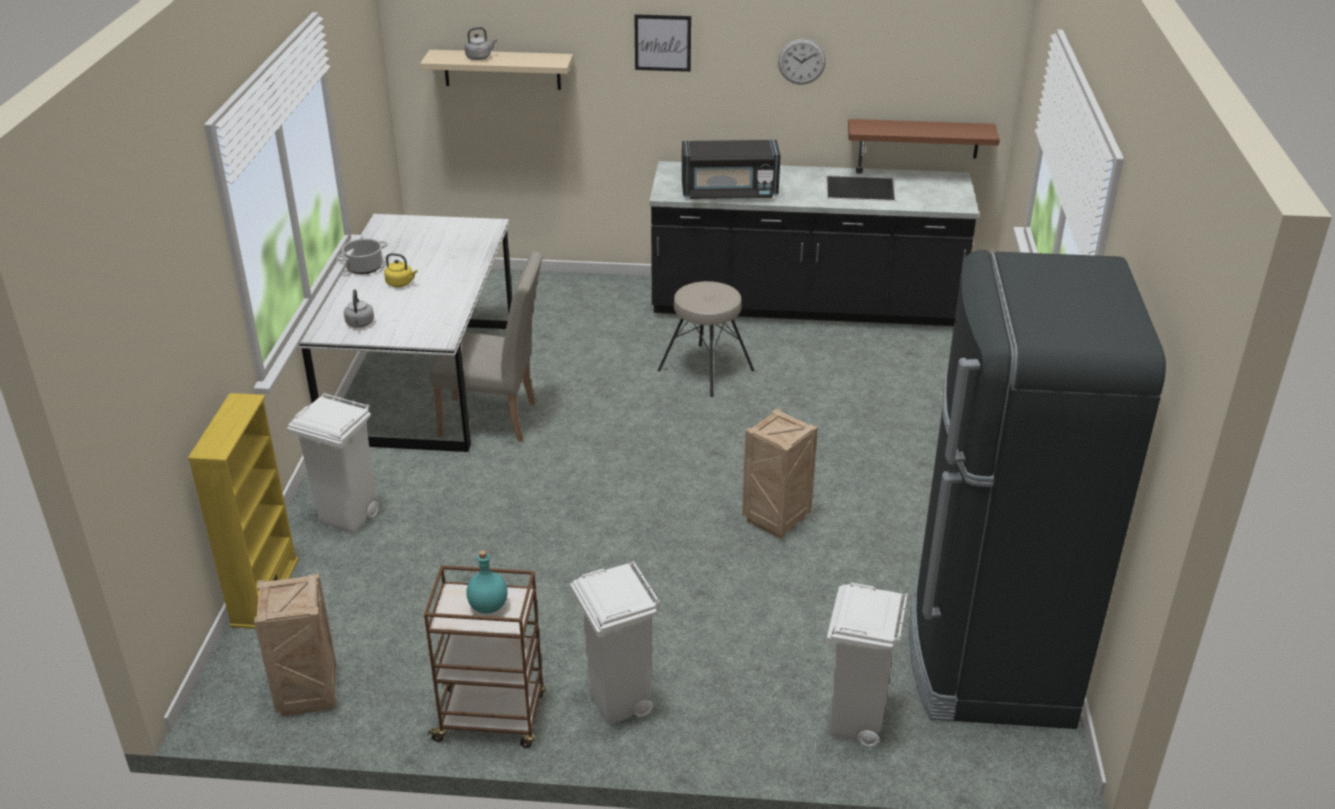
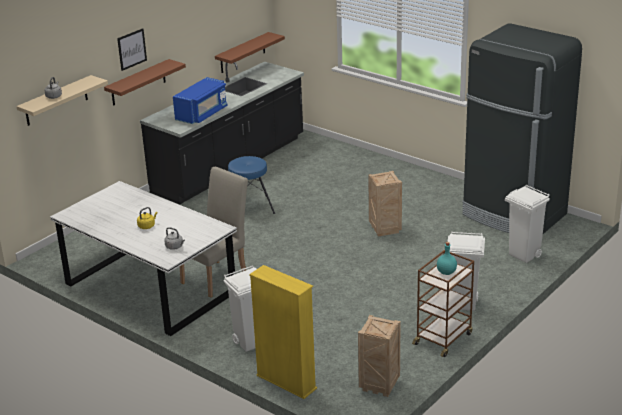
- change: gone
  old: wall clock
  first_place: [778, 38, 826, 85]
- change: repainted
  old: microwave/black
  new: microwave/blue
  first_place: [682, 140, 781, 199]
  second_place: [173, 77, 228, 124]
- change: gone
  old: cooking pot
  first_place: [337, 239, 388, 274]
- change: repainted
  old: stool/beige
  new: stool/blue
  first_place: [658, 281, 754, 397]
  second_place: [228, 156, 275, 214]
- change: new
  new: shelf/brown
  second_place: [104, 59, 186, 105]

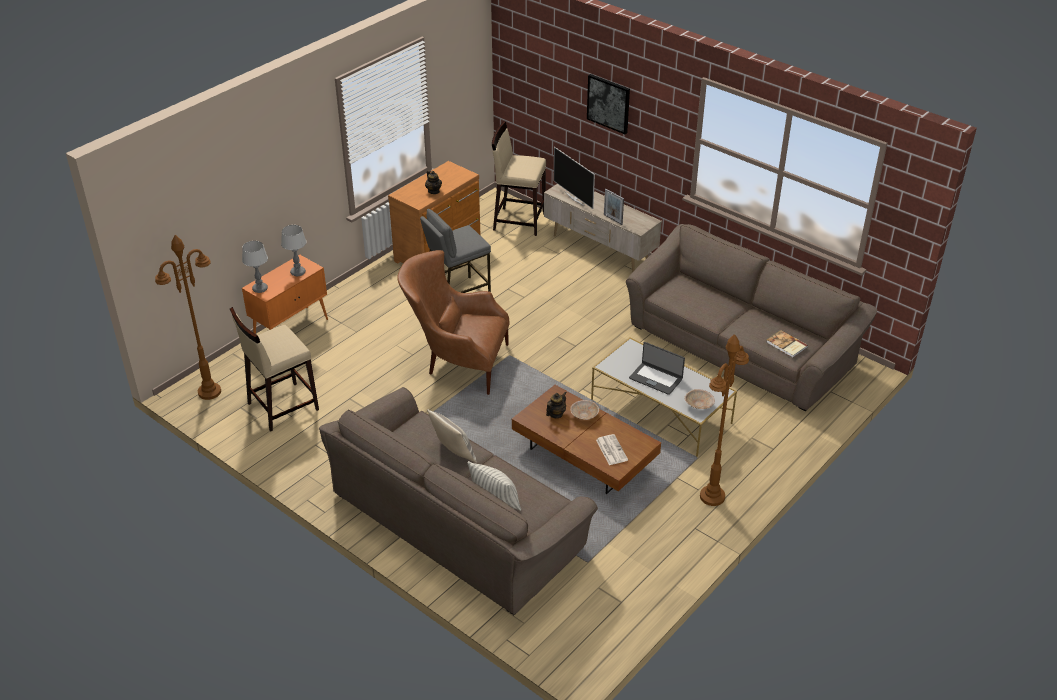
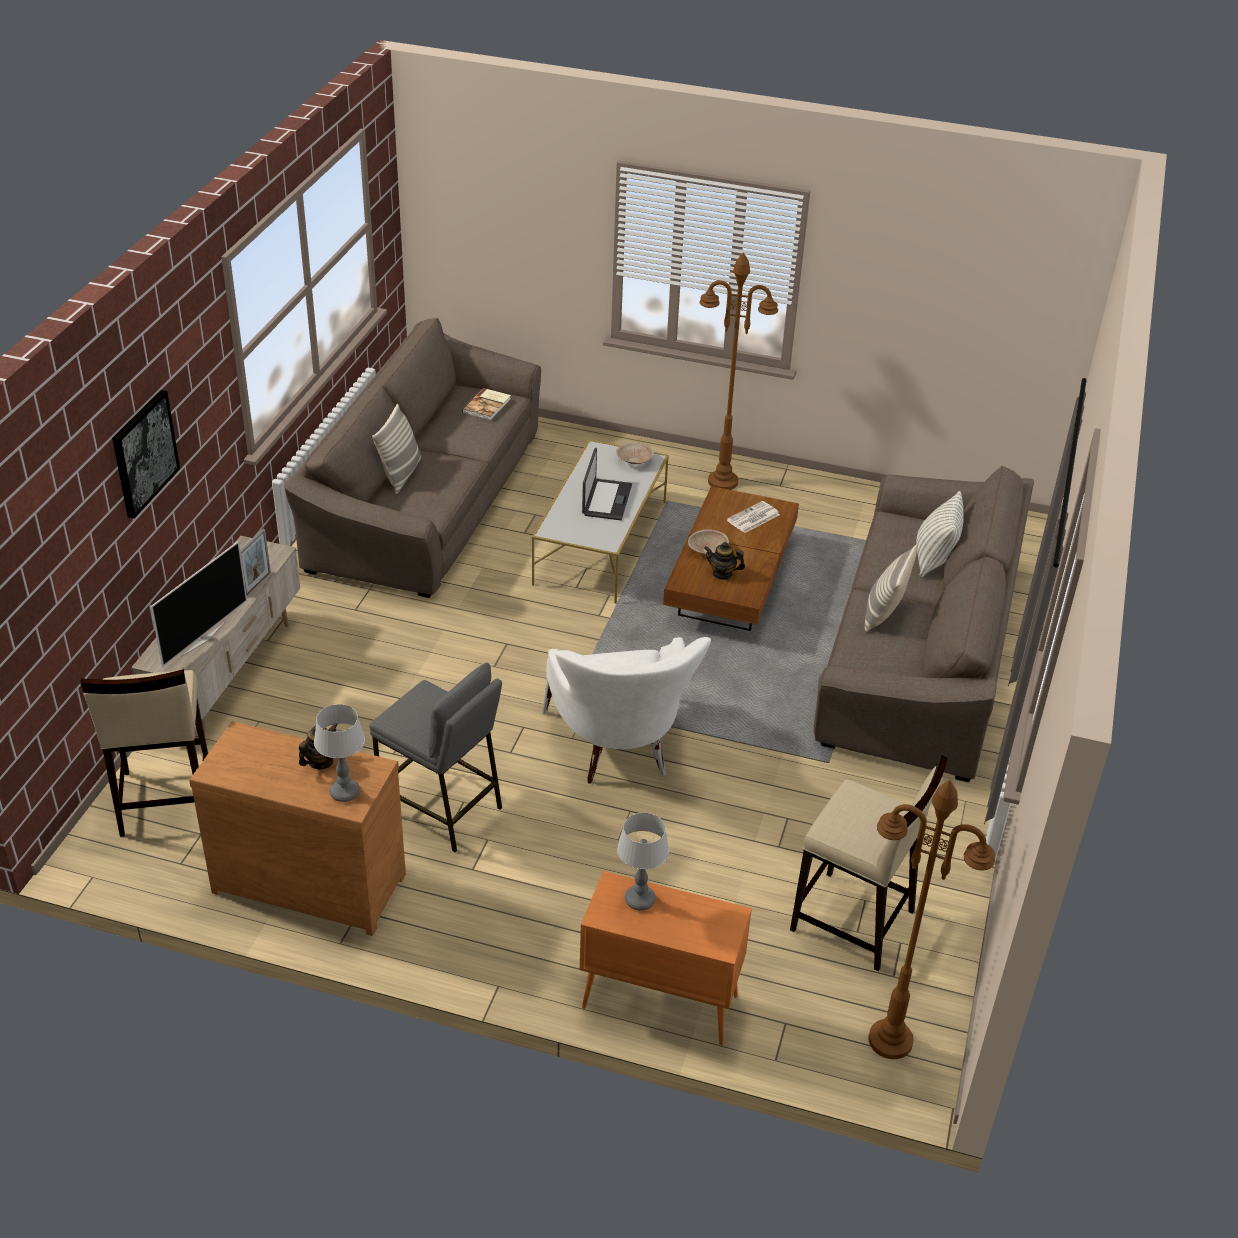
- change: shifted
  old: table lamp
  first_place: [242, 241, 268, 293]
  second_place: [314, 704, 365, 802]
- change: repainted
  old: armchair/brown
  new: armchair/white
  first_place: [397, 250, 510, 395]
  second_place: [542, 637, 711, 784]
- change: new
  new: pillow
  second_place: [372, 404, 421, 494]

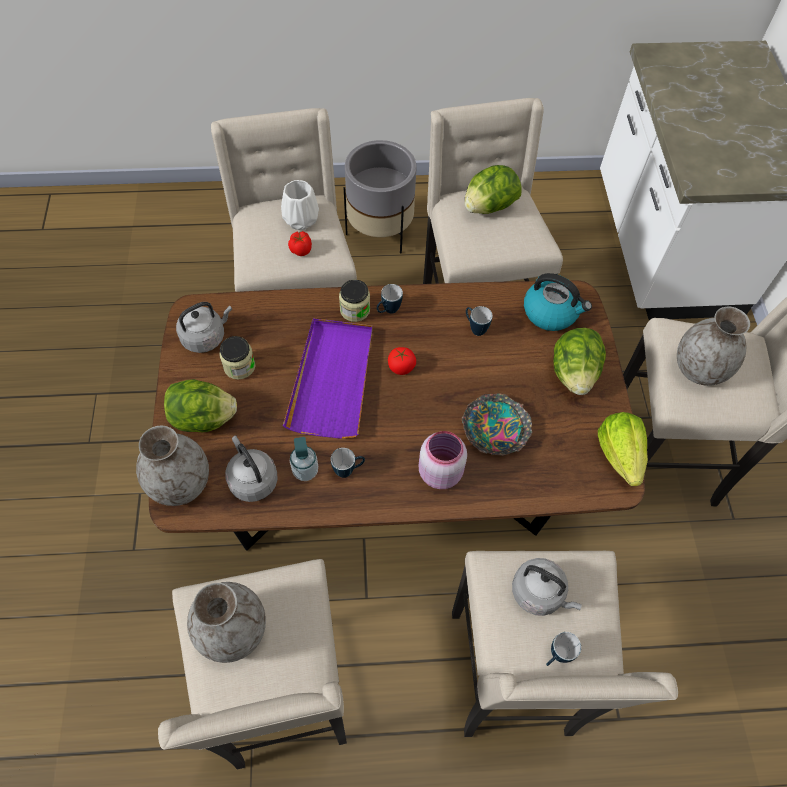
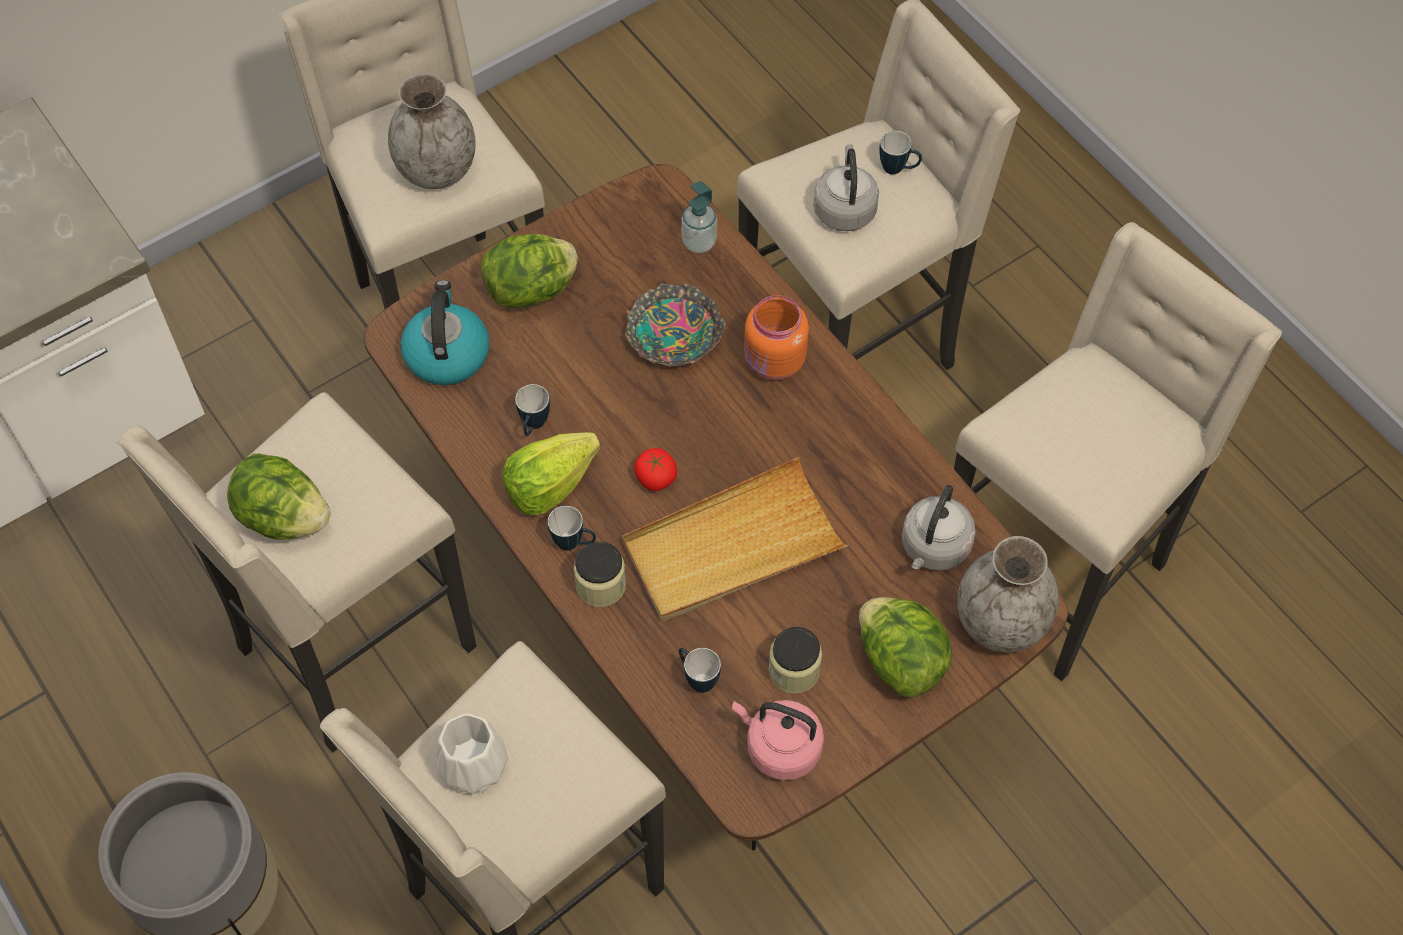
- change: gone
  old: tomato
  first_place: [288, 231, 312, 256]
- change: repainted
  old: kettle/grey
  new: kettle/pink
  first_place: [176, 302, 232, 353]
  second_place: [732, 700, 824, 780]
- change: repainted
  old: tray/purple
  new: tray/beige
  first_place: [283, 319, 372, 439]
  second_place: [622, 457, 848, 621]
- change: shifted
  old: lettuce
  first_place: [598, 412, 648, 486]
  second_place: [502, 432, 600, 516]
- change: repainted
  old: jar/pink
  new: jar/orange
  first_place: [419, 431, 467, 489]
  second_place: [744, 295, 809, 380]
- change: shifted
  old: soap dispenser
  first_place: [290, 437, 318, 481]
  second_place: [681, 181, 717, 253]
- change: shifted
  old: mug
  first_place: [331, 448, 365, 478]
  second_place: [679, 648, 721, 693]
- change: gone
  old: vase/grey
  first_place: [187, 582, 266, 663]

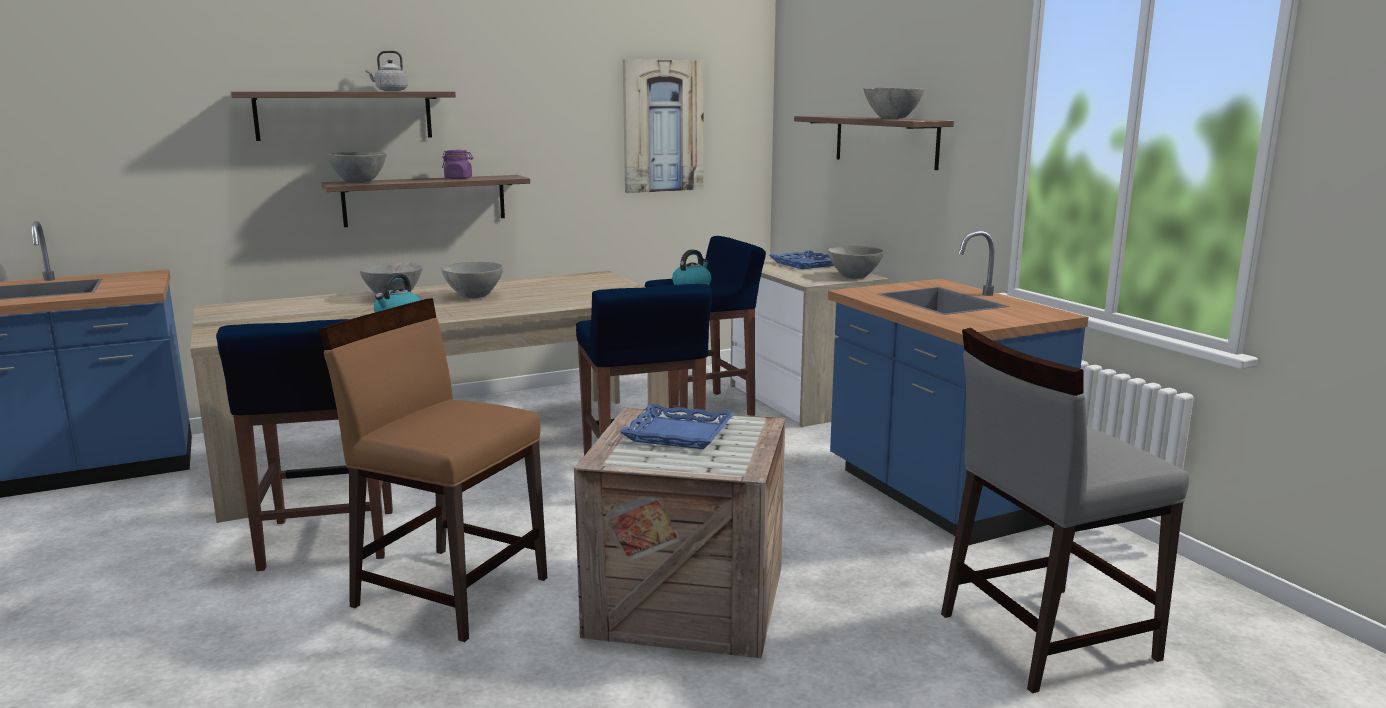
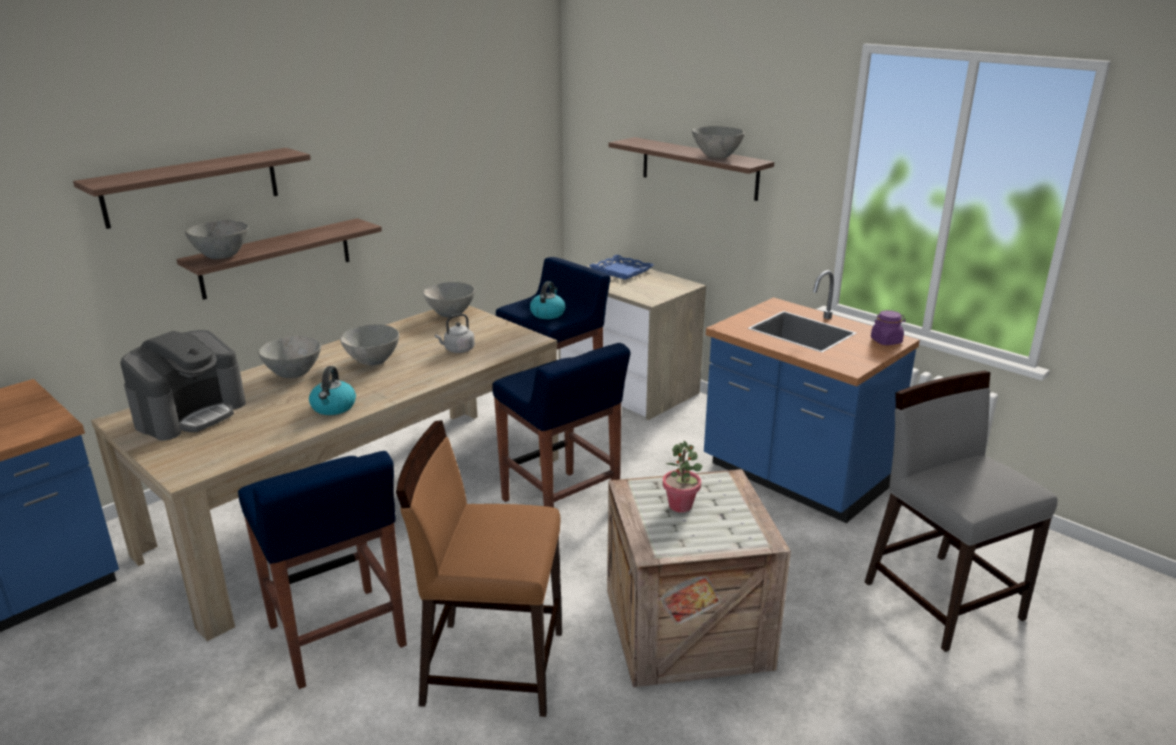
- change: shifted
  old: kettle/grey
  first_place: [365, 50, 408, 91]
  second_place: [435, 314, 475, 353]
- change: gone
  old: picture
  first_place: [623, 59, 704, 193]
- change: shifted
  old: jar/purple
  first_place: [442, 150, 473, 179]
  second_place: [871, 310, 906, 345]
- change: shifted
  old: bowl/grey
  first_place: [828, 246, 884, 278]
  second_place: [423, 282, 475, 317]
- change: rotated
  old: chair/grey
  first_place: [941, 328, 1189, 693]
  second_place: [865, 370, 1058, 652]
  degrees: 105
- change: swapped
  old: tray/blue
  new: potted plant
  first_place: [620, 404, 735, 449]
  second_place: [663, 441, 702, 513]
- change: new
  new: coffee machine
  second_place: [120, 330, 246, 440]

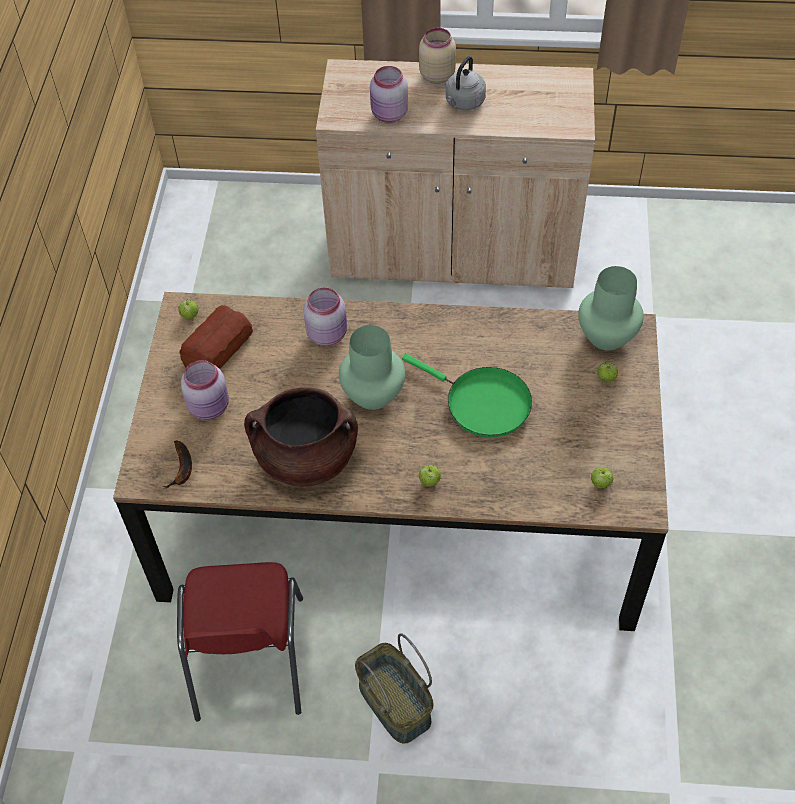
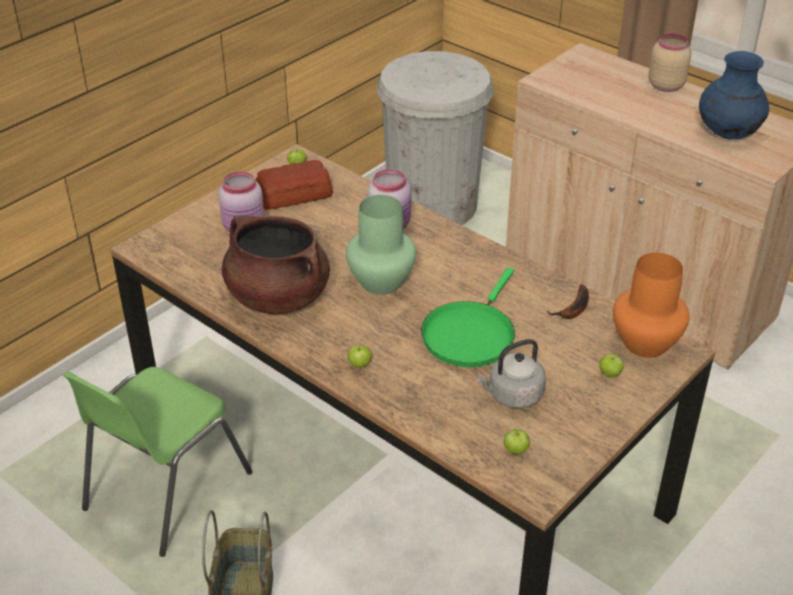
- change: shifted
  old: kettle/grey
  first_place: [446, 56, 486, 110]
  second_place: [476, 339, 546, 408]
- change: gone
  old: jar/pink
  first_place: [370, 66, 408, 123]
- change: repainted
  old: vase/green
  new: vase/orange
  first_place: [578, 266, 644, 350]
  second_place: [613, 253, 690, 358]
- change: rotated
  old: frying pan/green
  first_place: [402, 354, 532, 438]
  second_place: [421, 267, 515, 367]
  degrees: 45
- change: shifted
  old: banana
  first_place: [163, 440, 192, 488]
  second_place: [547, 284, 589, 319]
- change: repainted
  old: chair/red
  new: chair/green
  first_place: [177, 562, 303, 722]
  second_place: [63, 367, 253, 557]
- change: new
  new: trash can/white
  second_place: [377, 51, 494, 225]
- change: new
  new: vase/blue
  second_place: [699, 51, 769, 139]

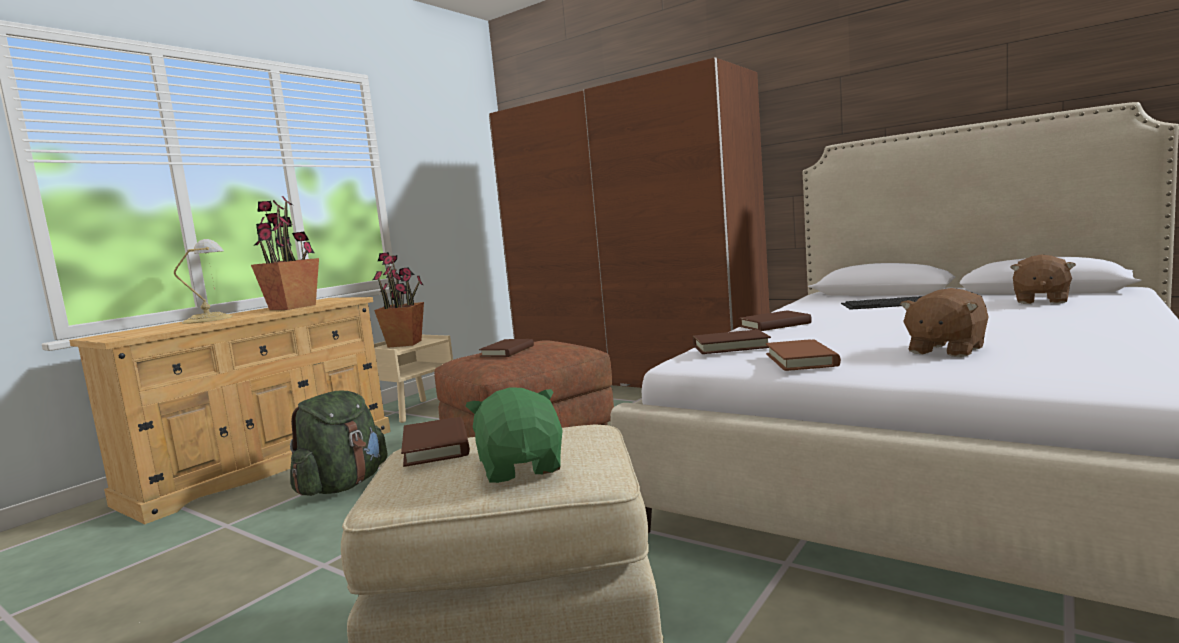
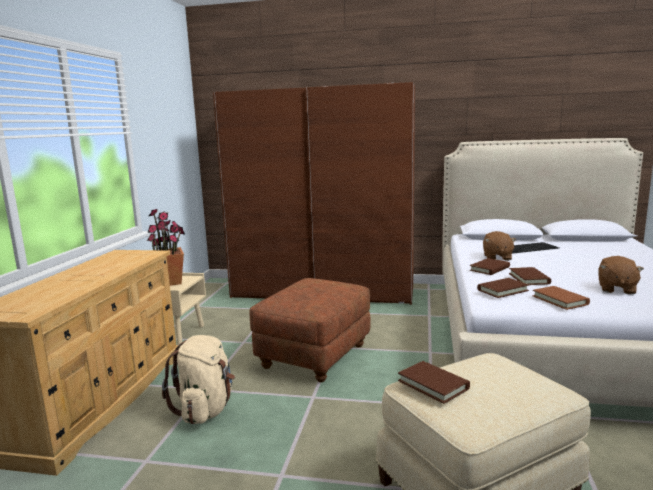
- change: gone
  old: potted plant
  first_place: [251, 196, 319, 310]
- change: gone
  old: table lamp
  first_place: [174, 239, 233, 324]
- change: shifted
  old: plush toy/brown
  first_place: [1010, 255, 1076, 304]
  second_place: [483, 231, 516, 261]
- change: shifted
  old: book/brown
  first_place: [479, 339, 534, 357]
  second_place: [509, 267, 551, 285]
- change: gone
  old: plush toy/green
  first_place: [465, 387, 563, 483]
- change: repainted
  old: backpack/green
  new: backpack/beige
  first_place: [290, 390, 387, 496]
  second_place: [162, 335, 235, 424]

